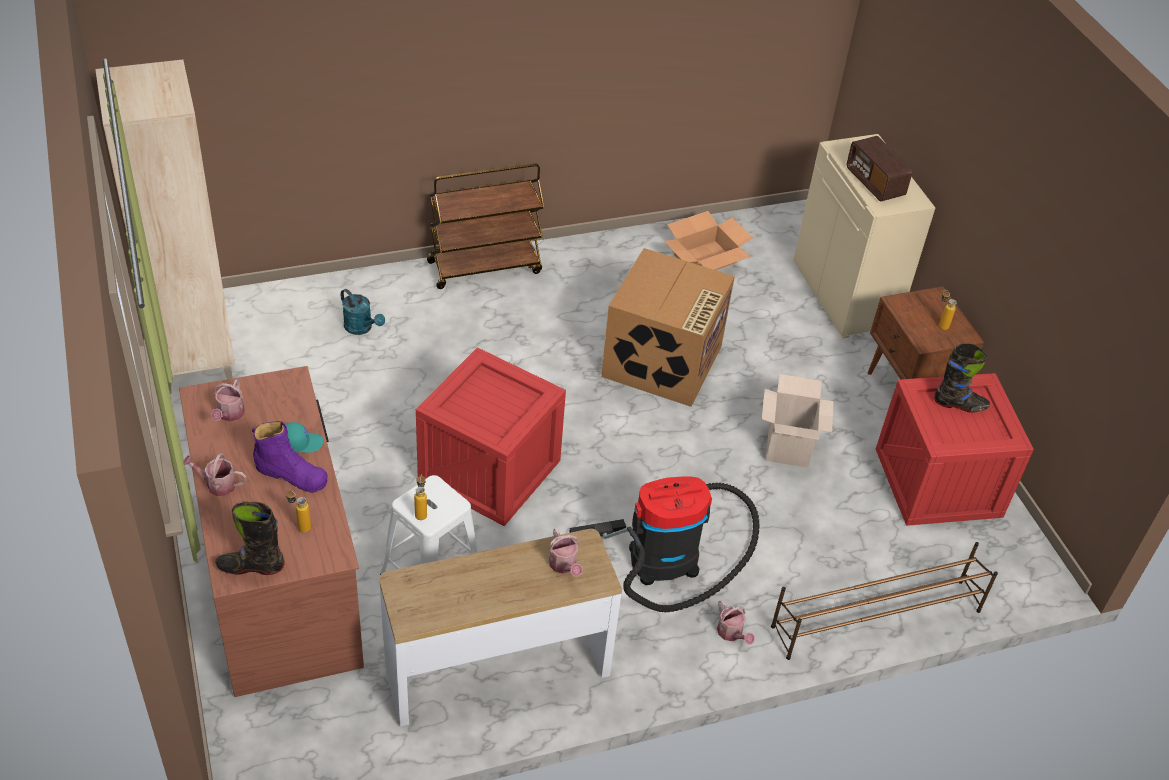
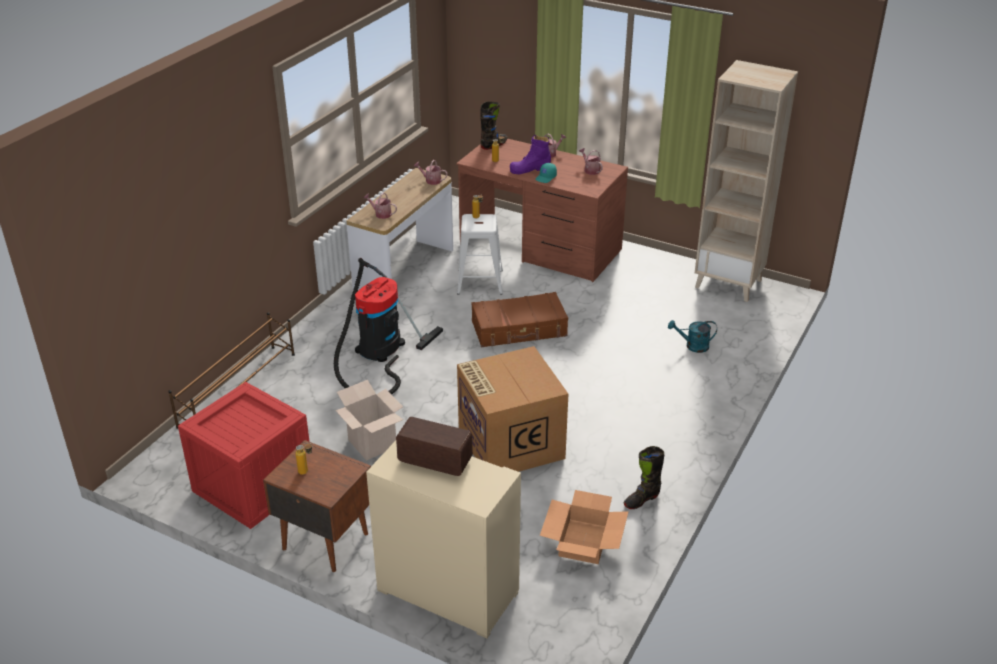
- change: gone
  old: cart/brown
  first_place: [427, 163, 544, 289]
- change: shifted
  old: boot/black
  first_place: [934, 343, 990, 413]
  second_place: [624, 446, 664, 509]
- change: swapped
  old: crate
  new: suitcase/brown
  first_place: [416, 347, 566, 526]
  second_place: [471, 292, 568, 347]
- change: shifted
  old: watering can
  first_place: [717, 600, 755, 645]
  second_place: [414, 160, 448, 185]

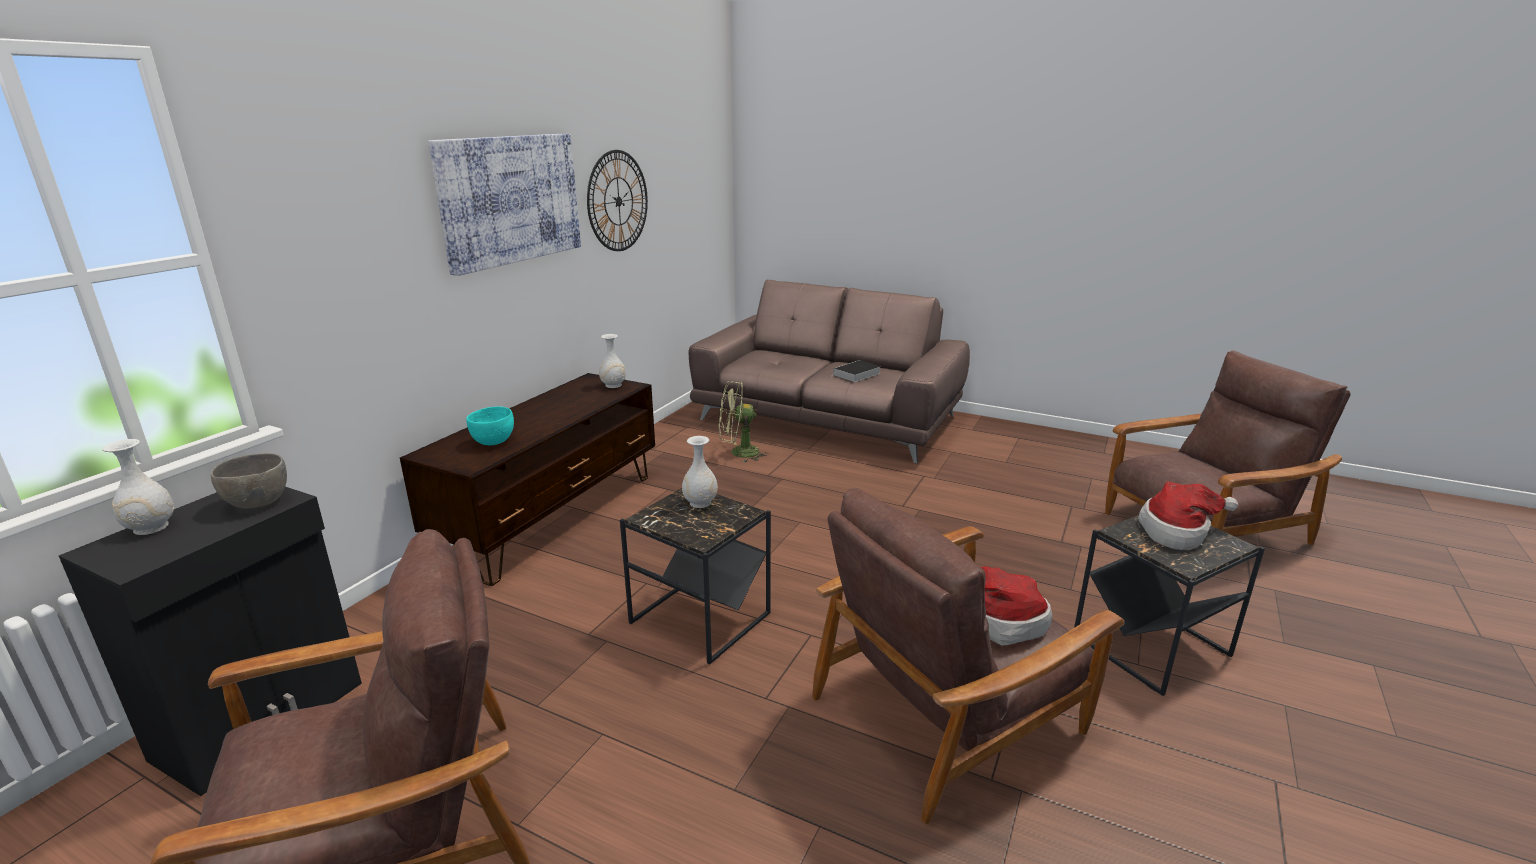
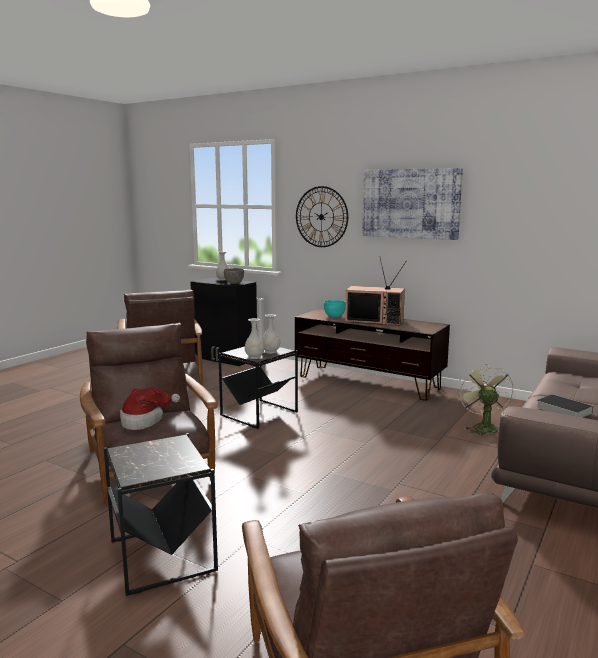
- change: shifted
  old: wall clock
  first_place: [587, 150, 648, 251]
  second_place: [296, 186, 348, 247]
- change: shifted
  old: vase/white
  first_place: [599, 334, 626, 388]
  second_place: [245, 318, 264, 359]
- change: gone
  old: hat
  first_place: [1138, 481, 1238, 550]
- change: new
  new: television
  second_place: [345, 256, 406, 326]

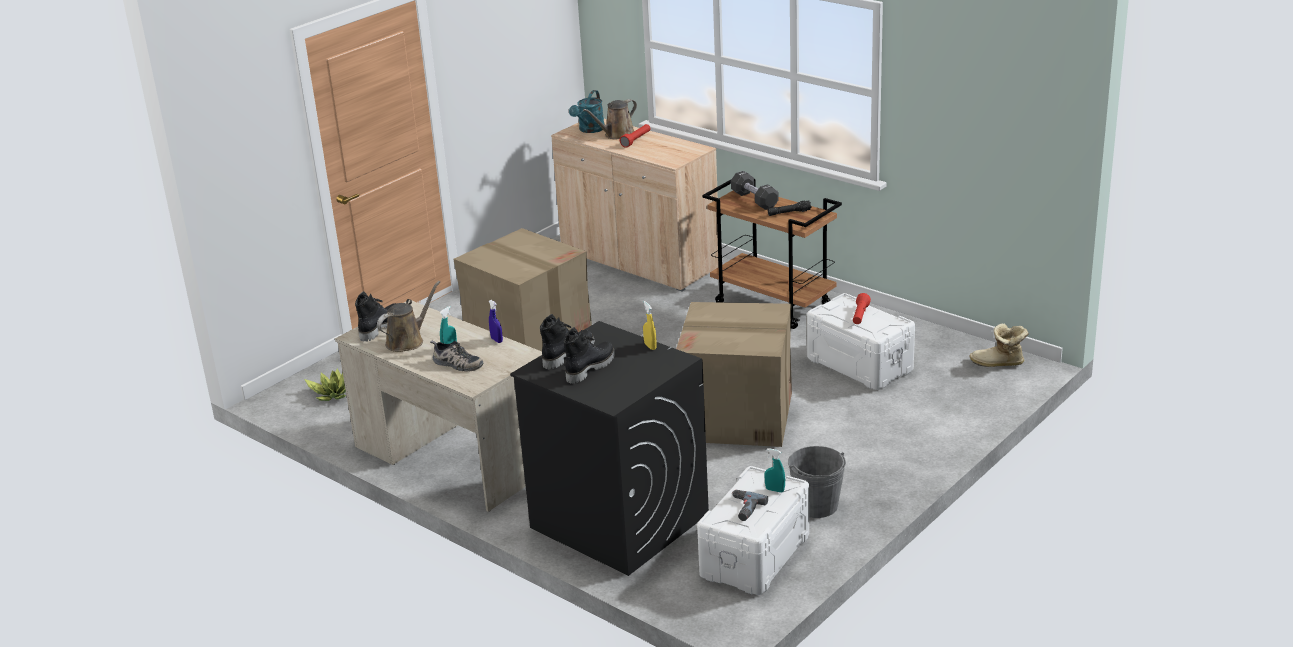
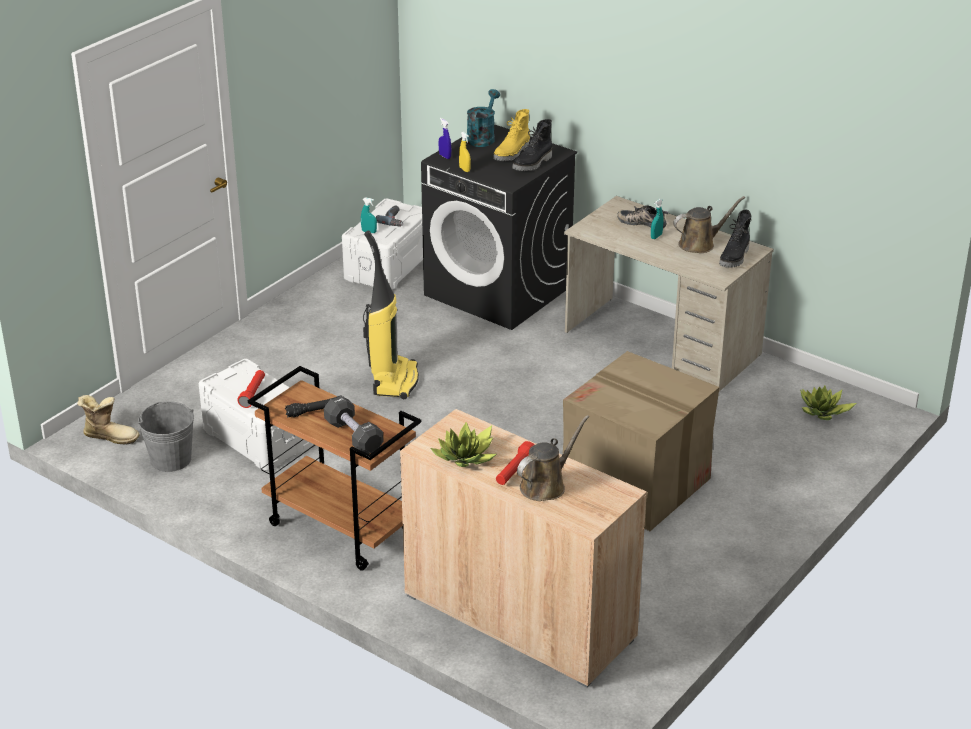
- change: shifted
  old: watering can/turquoise
  first_place: [569, 90, 605, 133]
  second_place: [466, 89, 500, 147]
- change: rotated
  old: watering can/brown
  first_place: [377, 281, 440, 352]
  second_place: [673, 196, 745, 253]
  degrees: -150
- change: shifted
  old: spray bottle/blue
  first_place: [489, 300, 503, 343]
  second_place: [438, 118, 451, 159]
- change: swapped
  old: cardboard box
  new: vacuum cleaner
  first_place: [676, 302, 792, 447]
  second_place: [363, 231, 419, 399]
- change: repainted
  old: boot/black
  new: boot/yellow
  first_place: [564, 327, 615, 384]
  second_place: [493, 109, 530, 161]
- change: shifted
  old: bucket/grey
  first_place: [788, 446, 846, 518]
  second_place: [138, 401, 194, 472]
- change: new
  new: potted plant
  second_place: [430, 422, 497, 467]

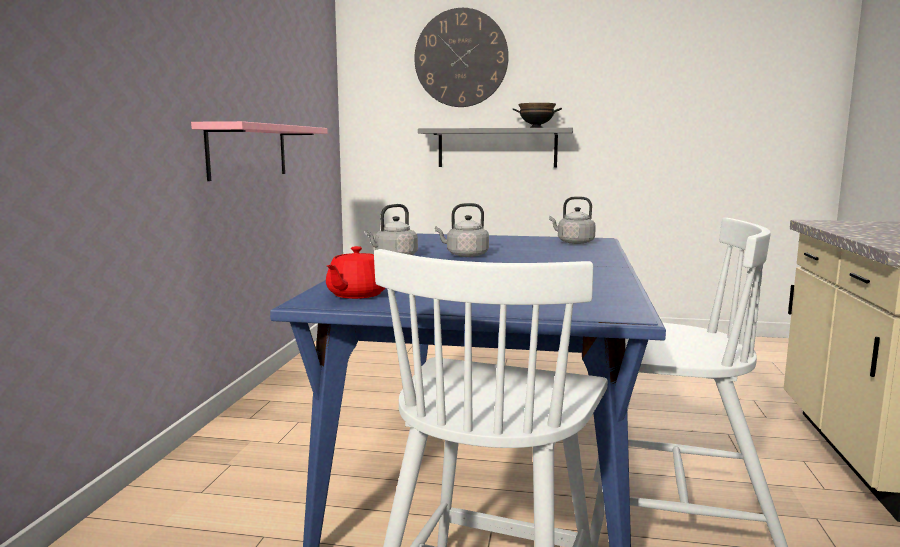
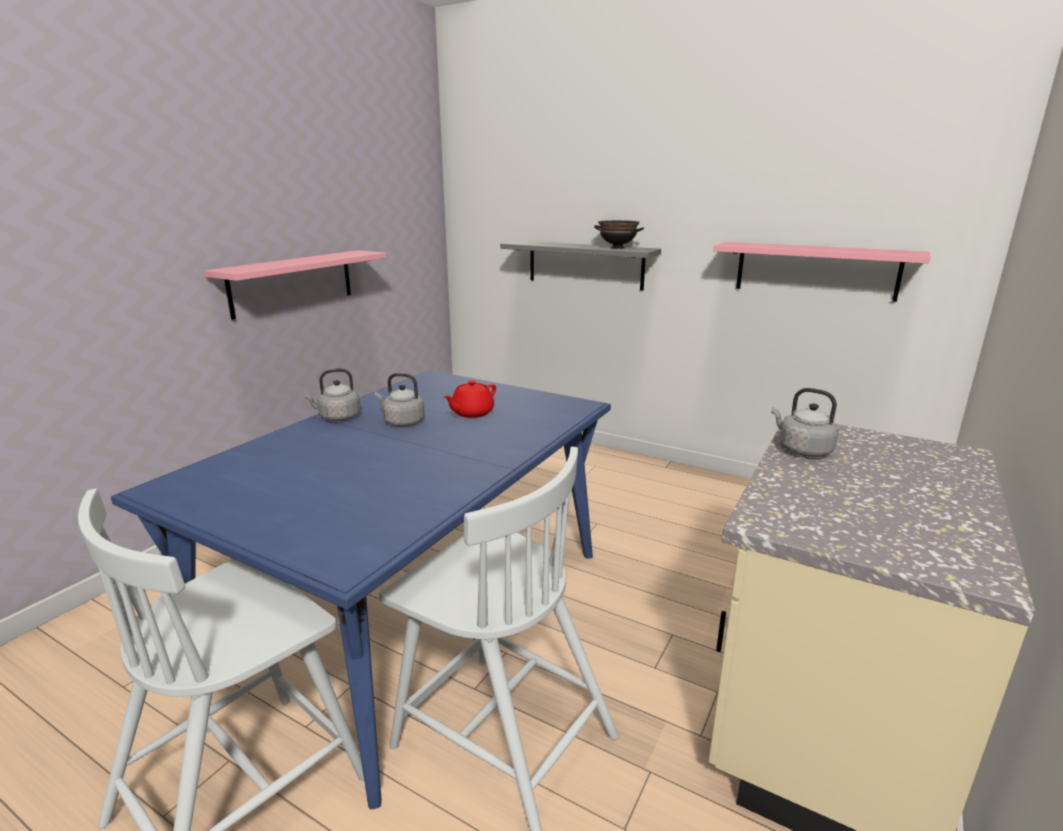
- change: gone
  old: wall clock
  first_place: [414, 8, 509, 107]
- change: shifted
  old: kettle/grey
  first_place: [549, 196, 596, 244]
  second_place: [771, 388, 839, 457]
- change: shifted
  old: teapot/red
  first_place: [326, 246, 385, 299]
  second_place: [444, 380, 496, 418]
- change: new
  new: shelf/pink
  second_place: [713, 242, 931, 302]

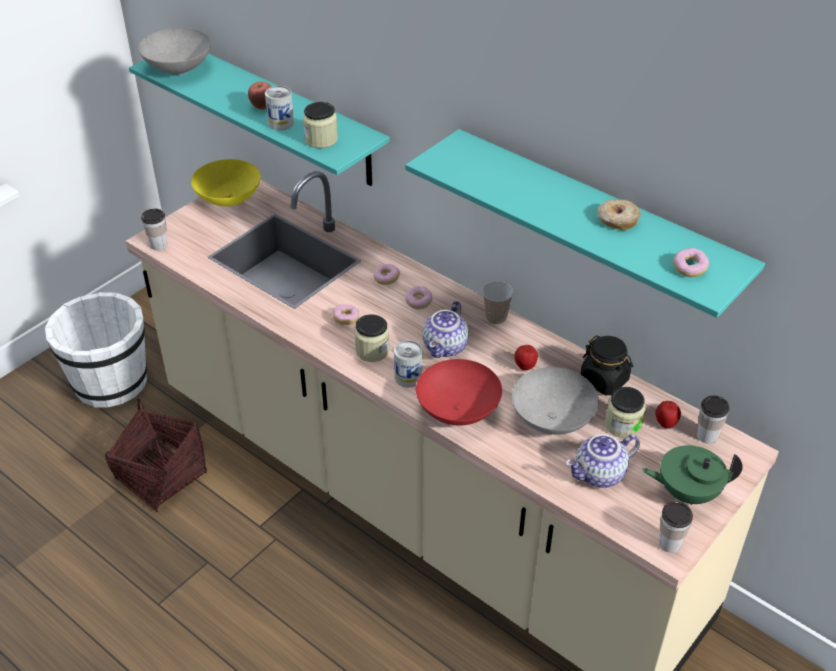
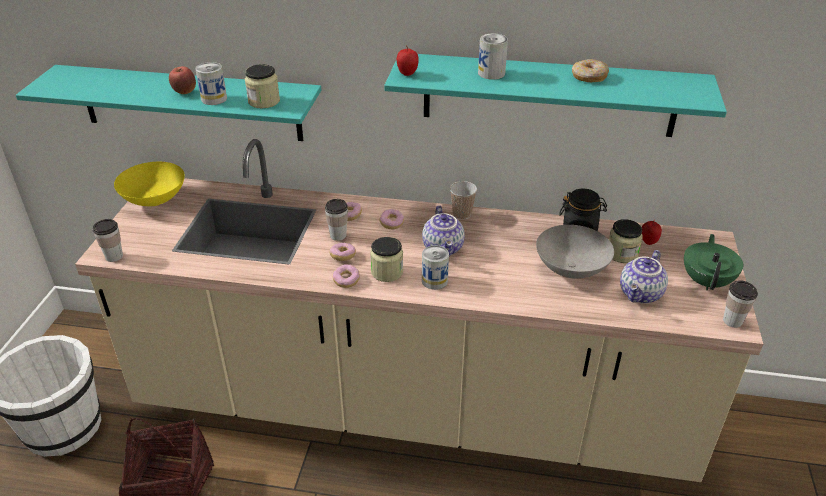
- change: gone
  old: bowl/grey
  first_place: [138, 28, 211, 75]
- change: shifted
  old: donut
  first_place: [673, 248, 709, 277]
  second_place: [333, 264, 360, 288]
- change: shifted
  old: apple
  first_place: [514, 344, 538, 370]
  second_place: [397, 45, 419, 76]
- change: gone
  old: bowl/red
  first_place: [416, 359, 502, 425]
- change: shifted
  old: cup
  first_place: [697, 395, 729, 444]
  second_place: [325, 199, 348, 241]
- change: rotated
  old: teapot/green
  first_place: [642, 445, 743, 505]
  second_place: [684, 234, 743, 290]
  degrees: 135
- change: new
  new: can
  second_place: [478, 34, 508, 80]

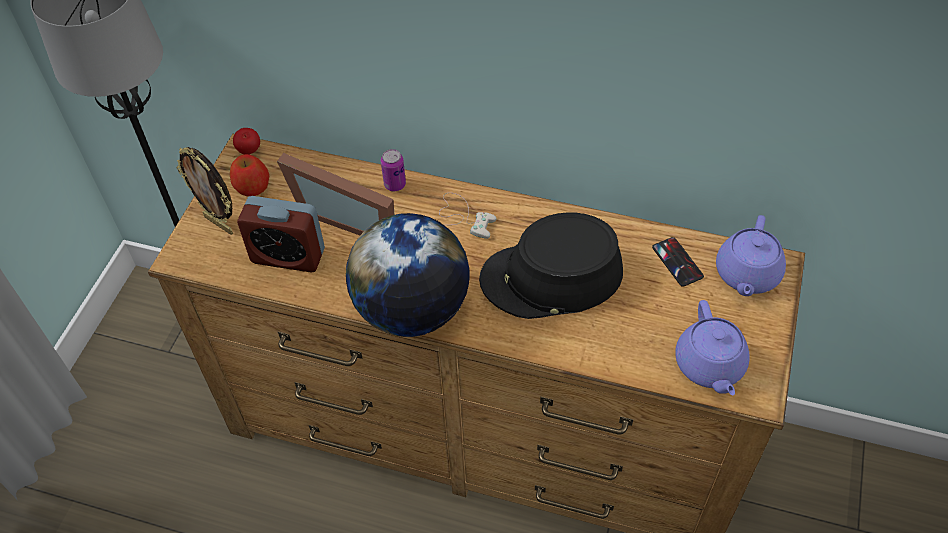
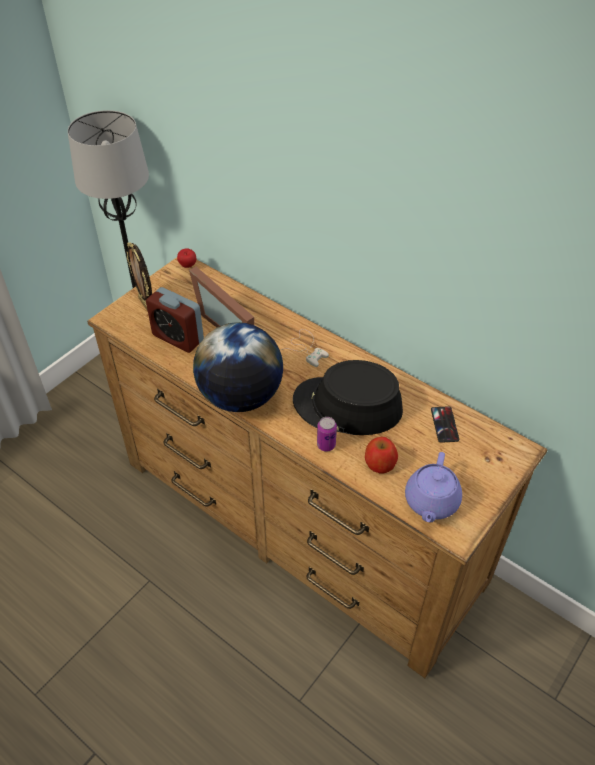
- change: shifted
  old: can
  first_place: [381, 149, 406, 191]
  second_place: [317, 417, 337, 452]
- change: shifted
  old: apple
  first_place: [230, 154, 269, 196]
  second_place: [365, 437, 398, 474]
- change: gone
  old: teapot/purple
  first_place: [716, 215, 786, 296]

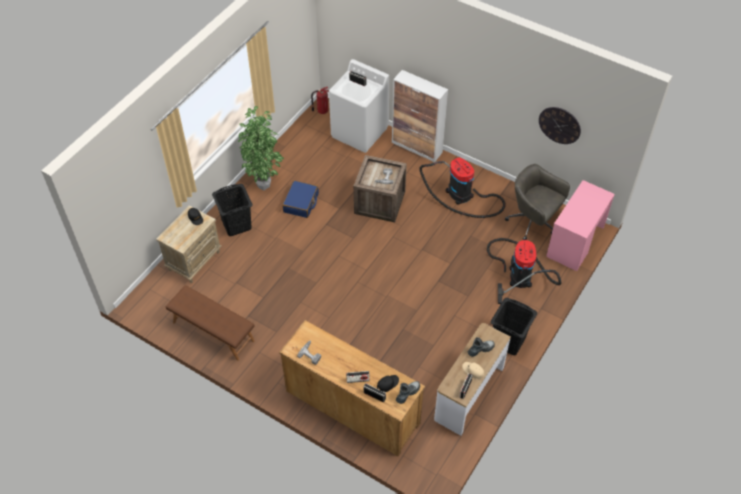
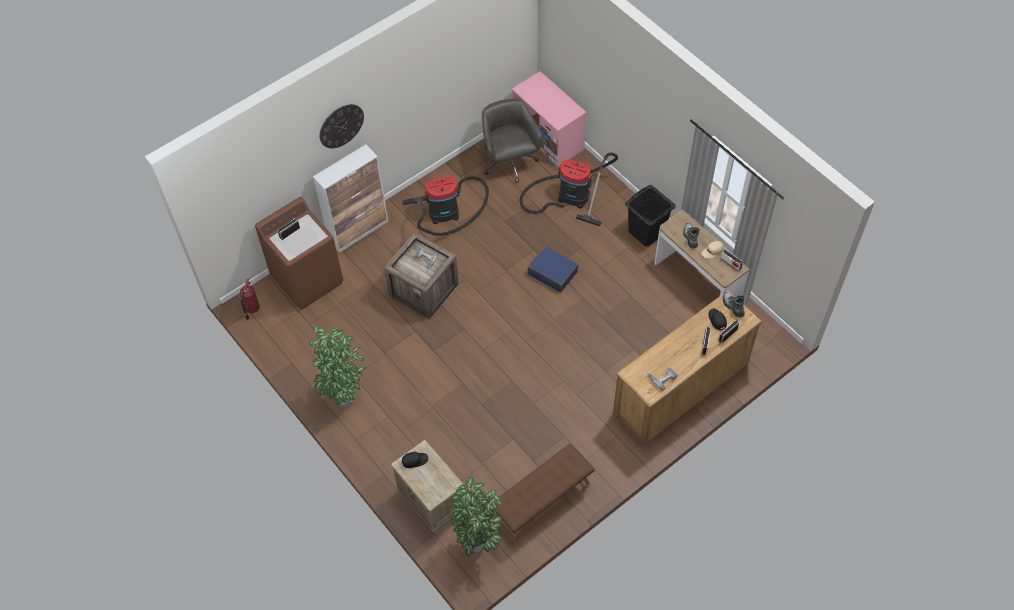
- change: repainted
  old: washing machine/white
  new: washing machine/brown
  first_place: [329, 59, 389, 153]
  second_place: [255, 197, 343, 310]
- change: shifted
  old: wall clock
  first_place: [539, 107, 581, 144]
  second_place: [319, 104, 364, 148]
- change: rotated
  old: office chair/grey
  first_place: [505, 164, 570, 240]
  second_place: [482, 99, 542, 183]
  degrees: 105
- change: shifted
  old: suitcase/blue
  first_place: [282, 181, 319, 218]
  second_place: [528, 246, 578, 292]
- change: gone
  old: laundry basket/black
  first_place: [212, 184, 253, 236]
- change: new
  new: potted plant
  second_place: [449, 476, 503, 557]

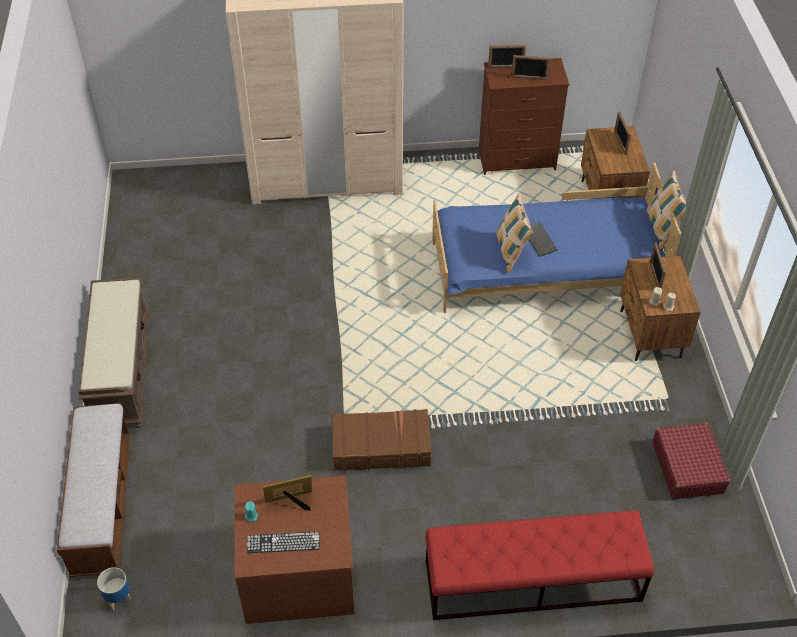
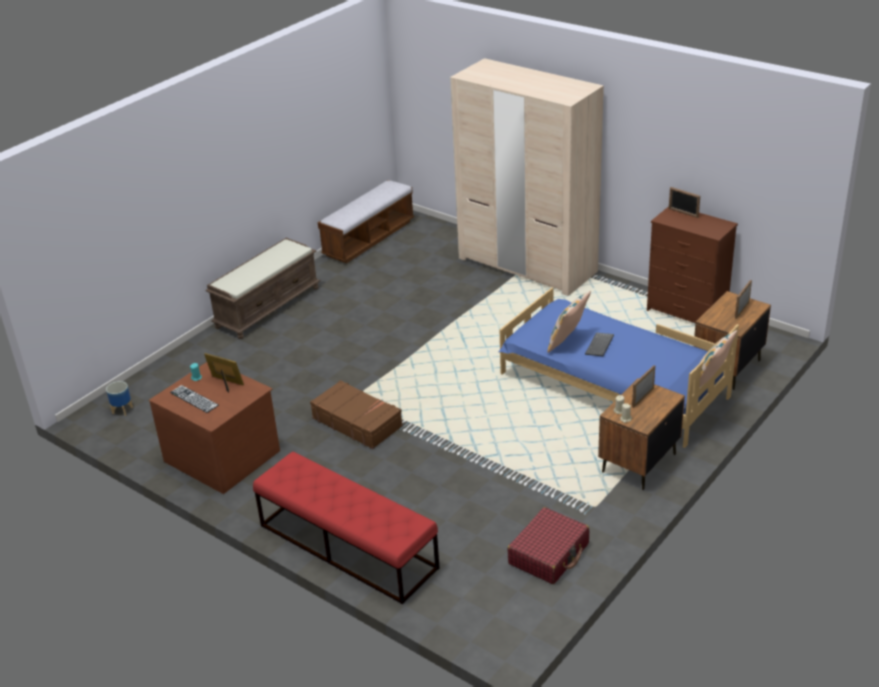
- change: gone
  old: picture frame
  first_place: [511, 55, 550, 80]
- change: shifted
  old: bench
  first_place: [56, 403, 130, 577]
  second_place: [318, 180, 414, 263]

